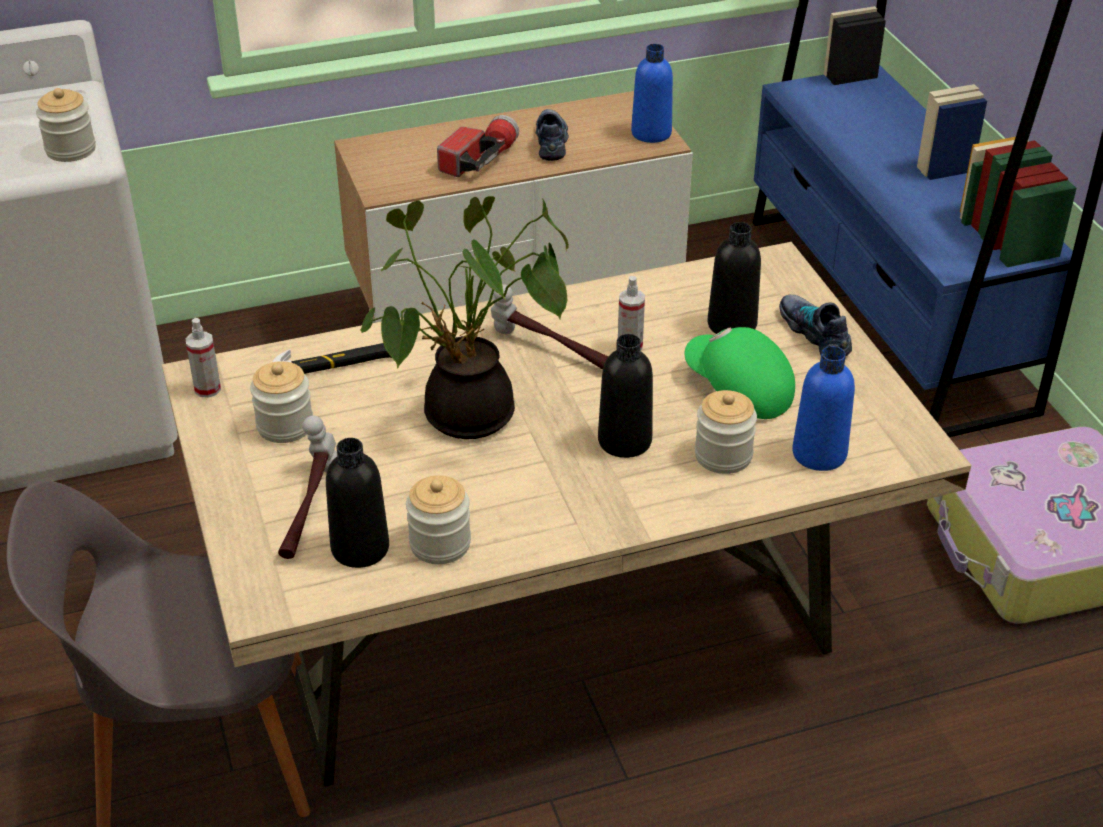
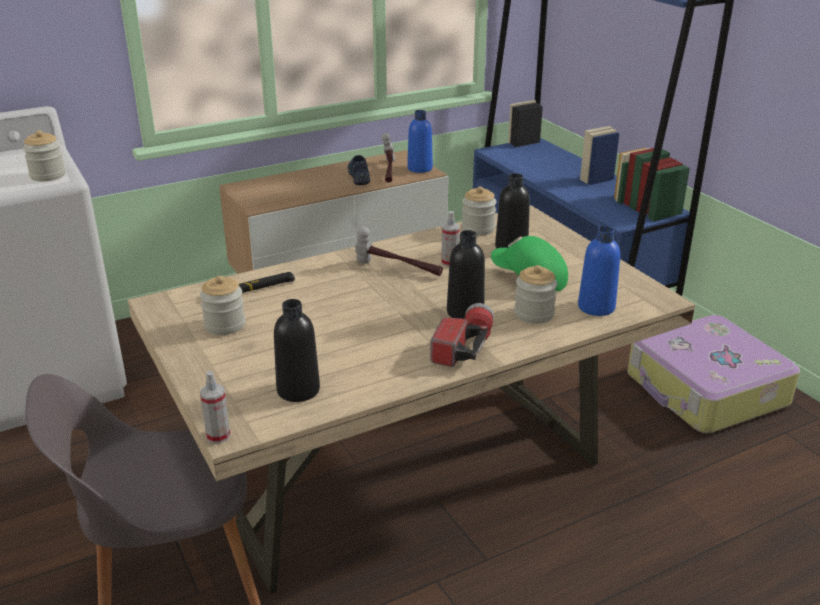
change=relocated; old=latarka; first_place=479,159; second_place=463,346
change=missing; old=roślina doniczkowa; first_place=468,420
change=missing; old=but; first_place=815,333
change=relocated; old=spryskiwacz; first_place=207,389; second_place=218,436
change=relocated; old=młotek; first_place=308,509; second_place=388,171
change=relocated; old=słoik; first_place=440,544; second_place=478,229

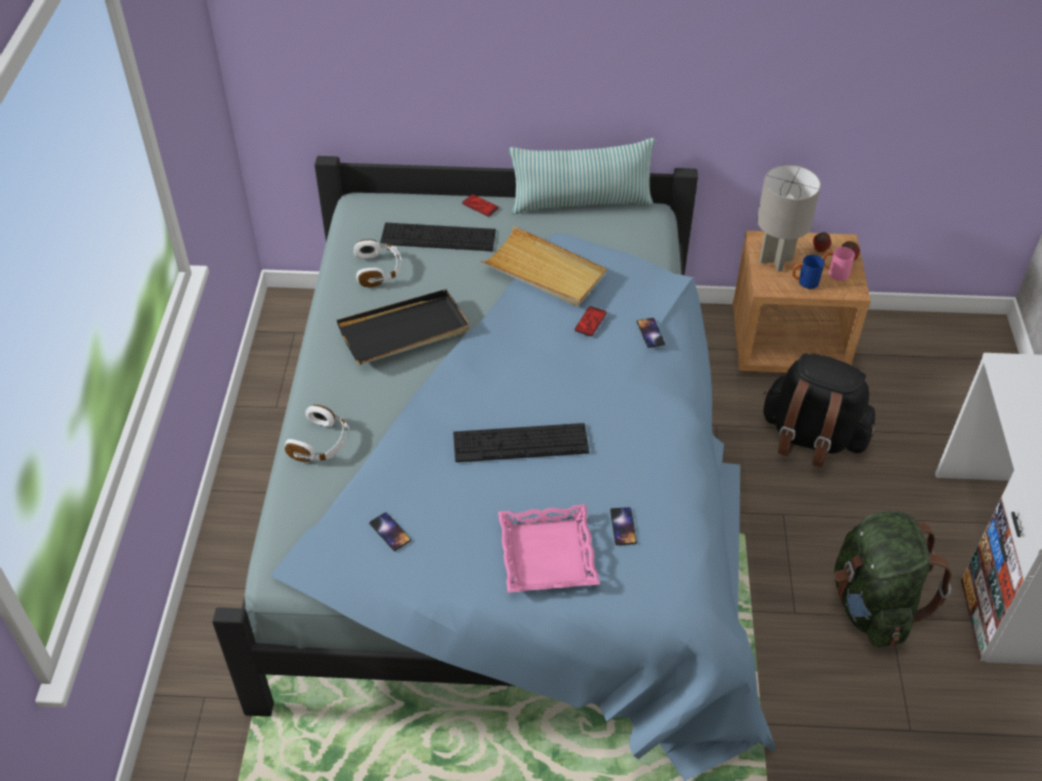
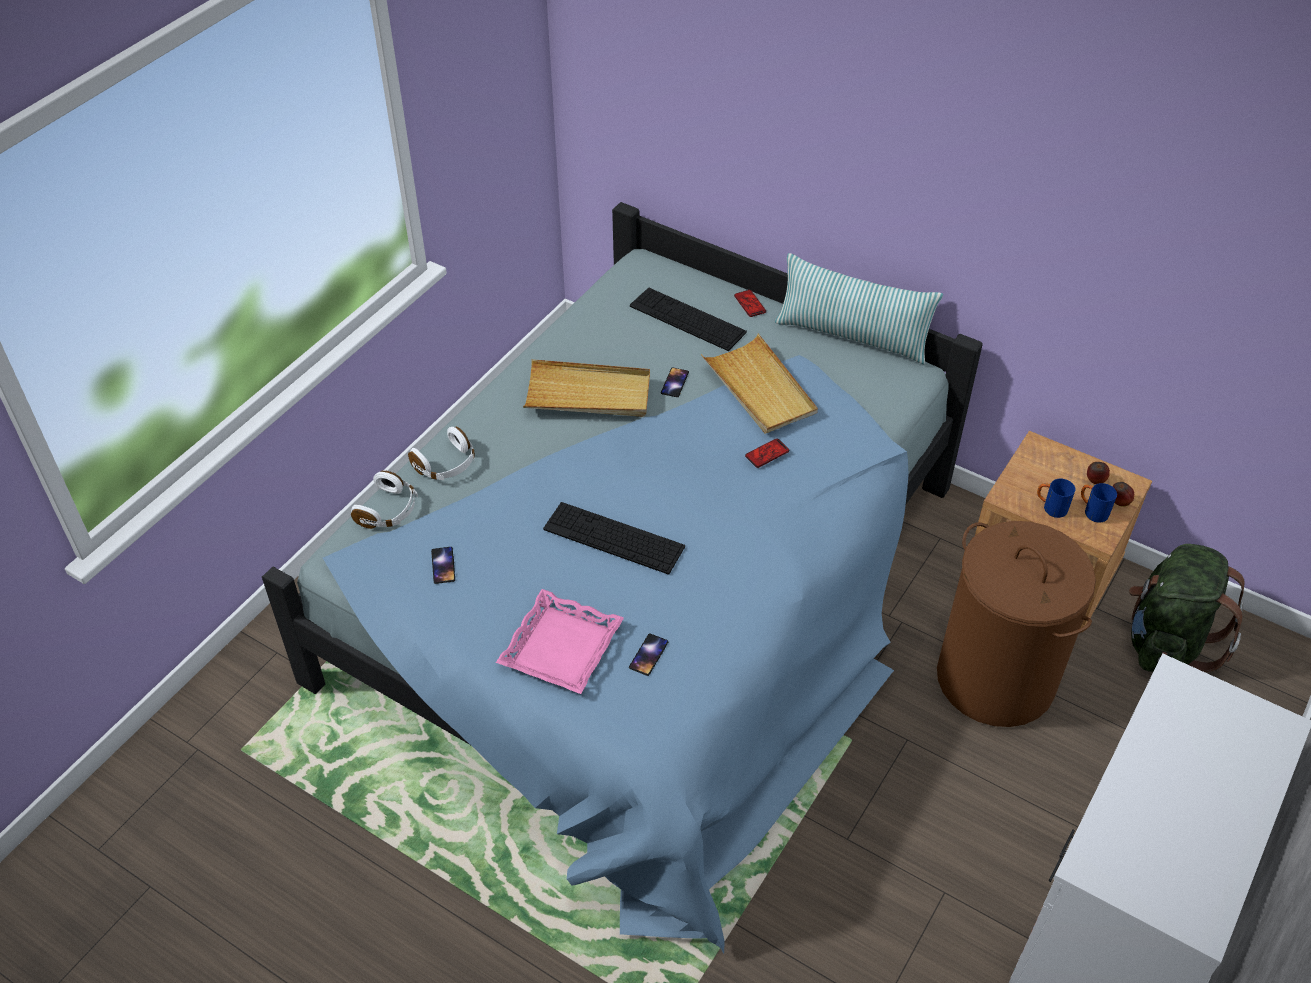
change=missing; old=lampa stołowa [szary]; first_place=775,260
change=relocated; old=słuchawki [biały]; first_place=379,270; second_place=389,510
change=colour; old=kubek [różowy]; new=kubek [niebieski]; first_place=834,273; second_place=1092,511
change=colour; old=taca [czarny]; new=taca [beżowy]; first_place=404,331; second_place=588,393
change=relocated; old=telefon; first_place=650,333; second_place=674,383
change=exchanged; old=plecak [czarny]; new=kosz na pranie [brązowy]; first_place=811,438; second_place=994,678
change=relocated; old=plecak [zielony]; first_place=872,605; second_place=1166,642

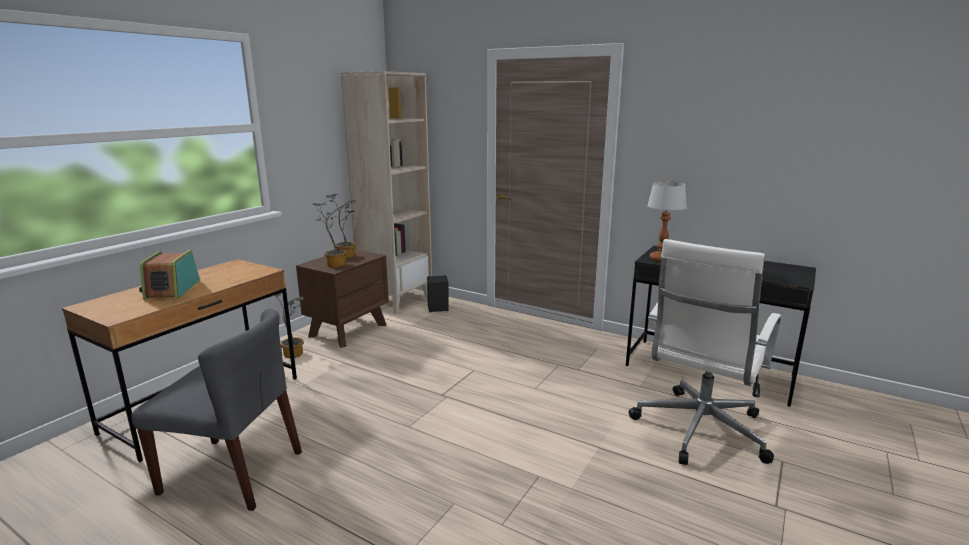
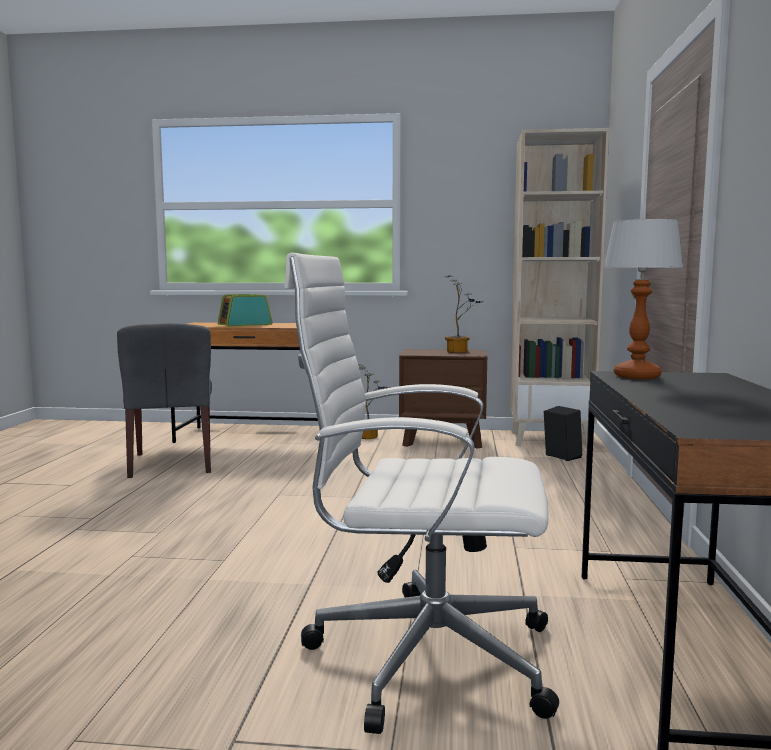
change=missing; old=roślina doniczkowa; first_place=335,264

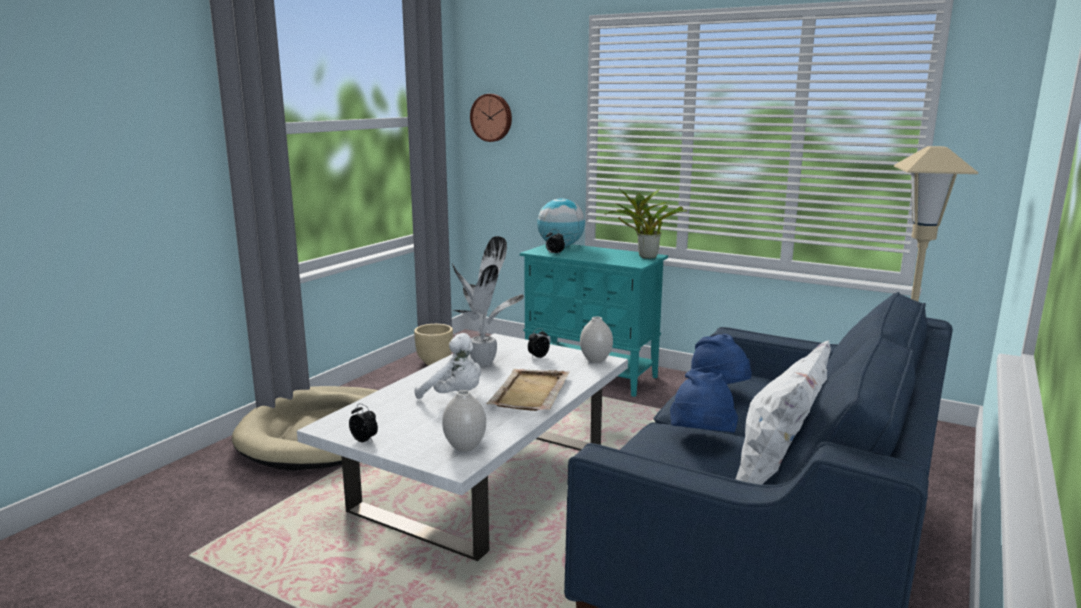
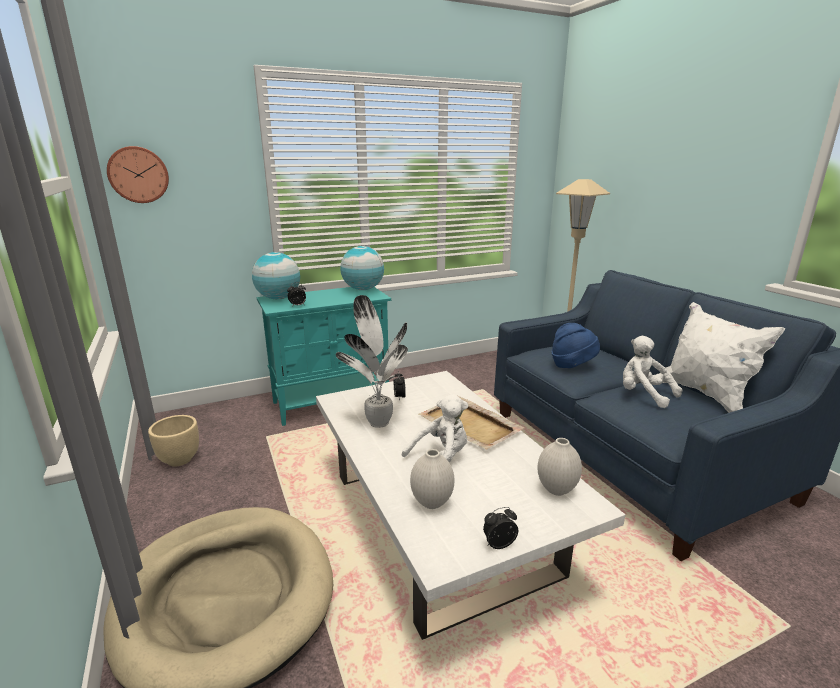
change=exchanged; old=roślina doniczkowa; new=globus; first_place=645,256; second_place=363,289
change=relocated; old=wazon [biały]; first_place=596,360; second_place=431,502
change=exchanged; old=kapelusz [niebieski]; new=pluszak [biały]; first_place=701,440; second_place=643,395

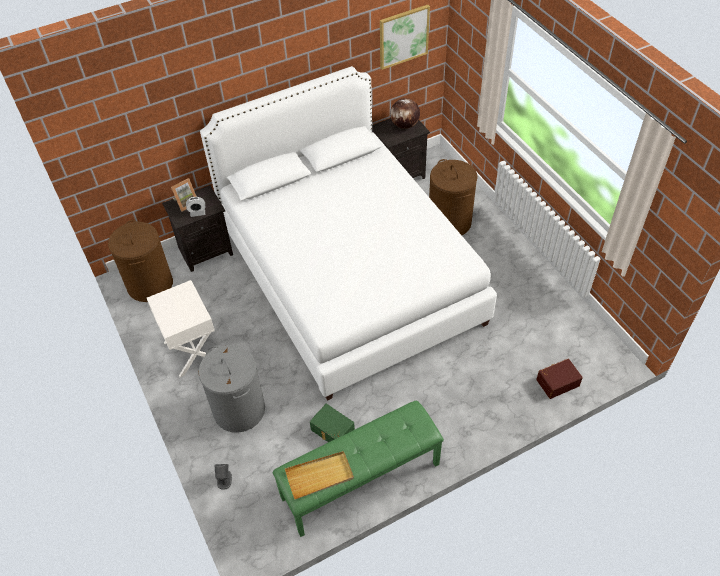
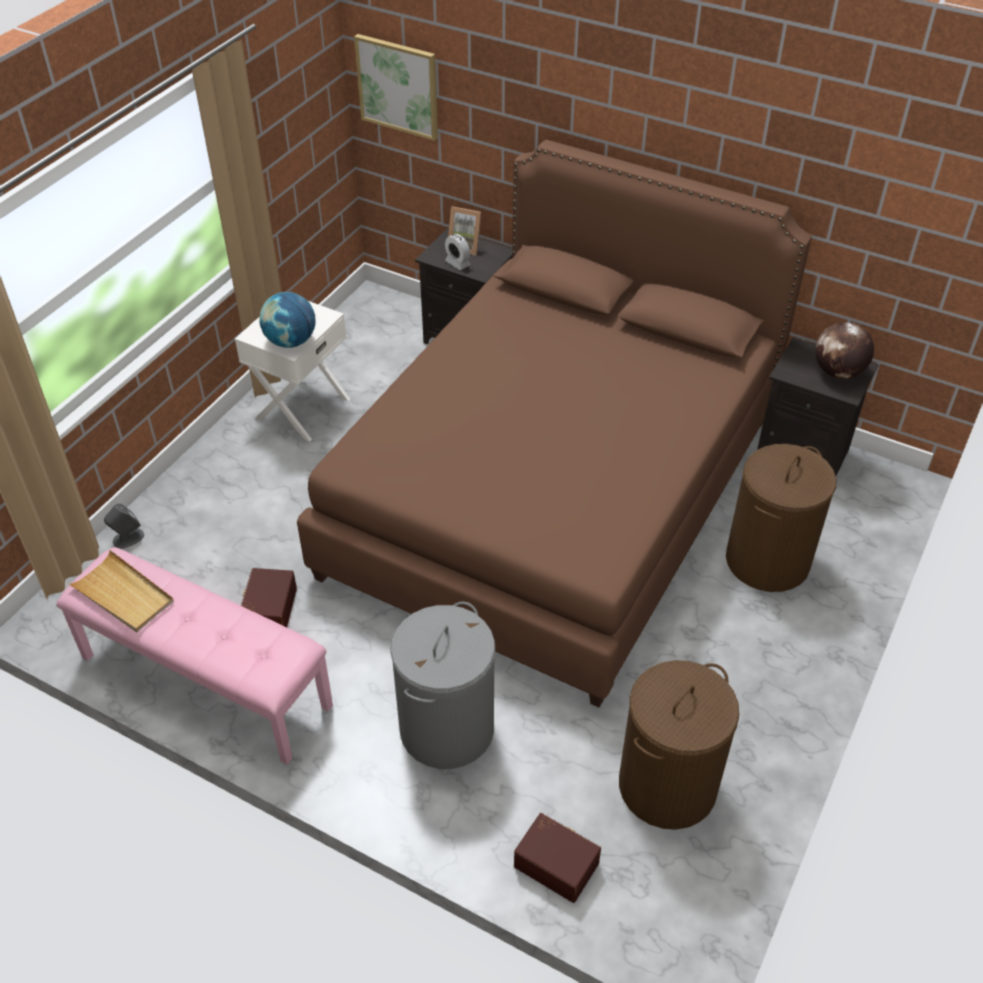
change=relocated; old=obraz; first_place=403,36; second_place=398,86
change=colour; old=łóżko [biały]; new=łóżko [brązowy]; first_place=349,275; second_place=553,495
change=relocated; old=kosz na pranie [brązowy]; first_place=150,284; second_place=667,785
change=relocated; old=kosz na pranie [szary]; first_place=239,410; second_place=446,728
change=colour; old=ławka [zielony]; new=ławka [różowy]; first_place=360,481; second_place=204,682
change=colour; old=pojemnik do przechowywania [zielony]; new=pojemnik do przechowywania [brązowy]; first_place=332,431; second_place=268,609
change=appeared; new=globus; second_place=291,341

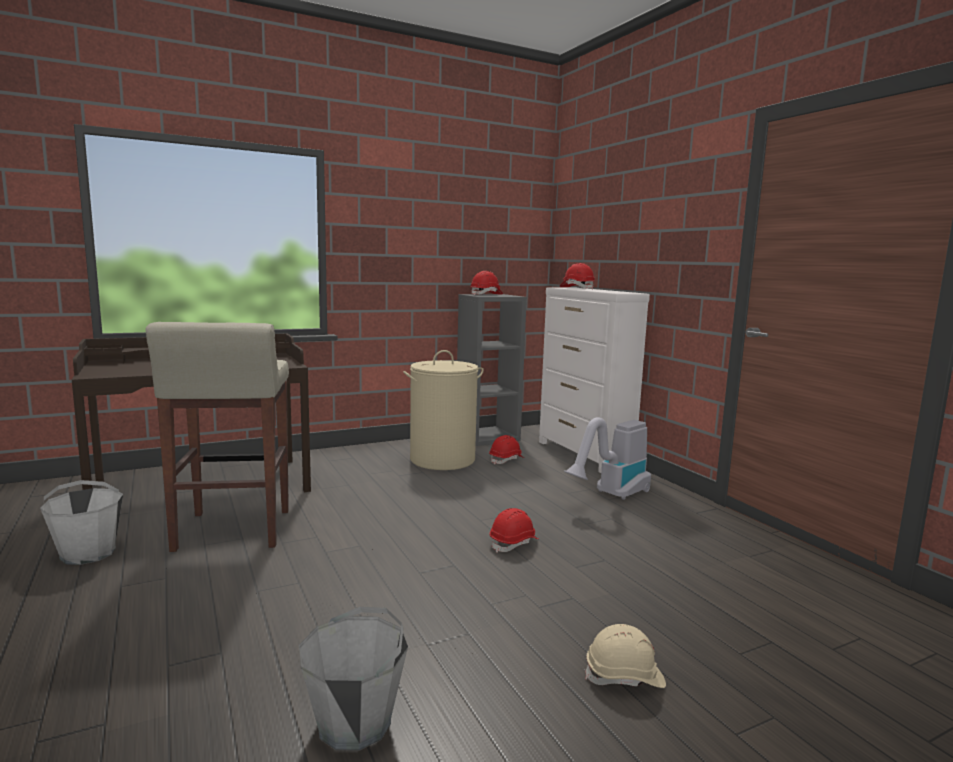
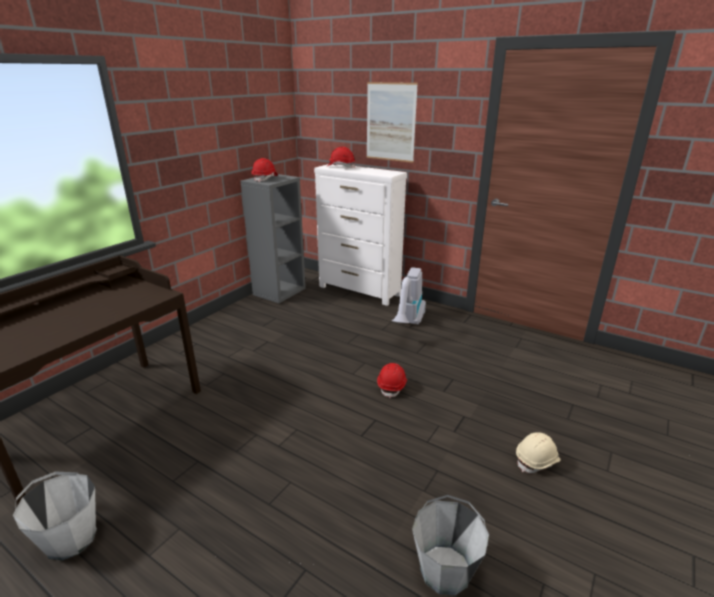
change=missing; old=stołek [beżowy]; first_place=232,531
change=missing; old=kosz na pranie [beżowy]; first_place=442,459
change=missing; old=kask [czerwony]; first_place=506,460
change=appeared; new=obraz; second_place=390,122

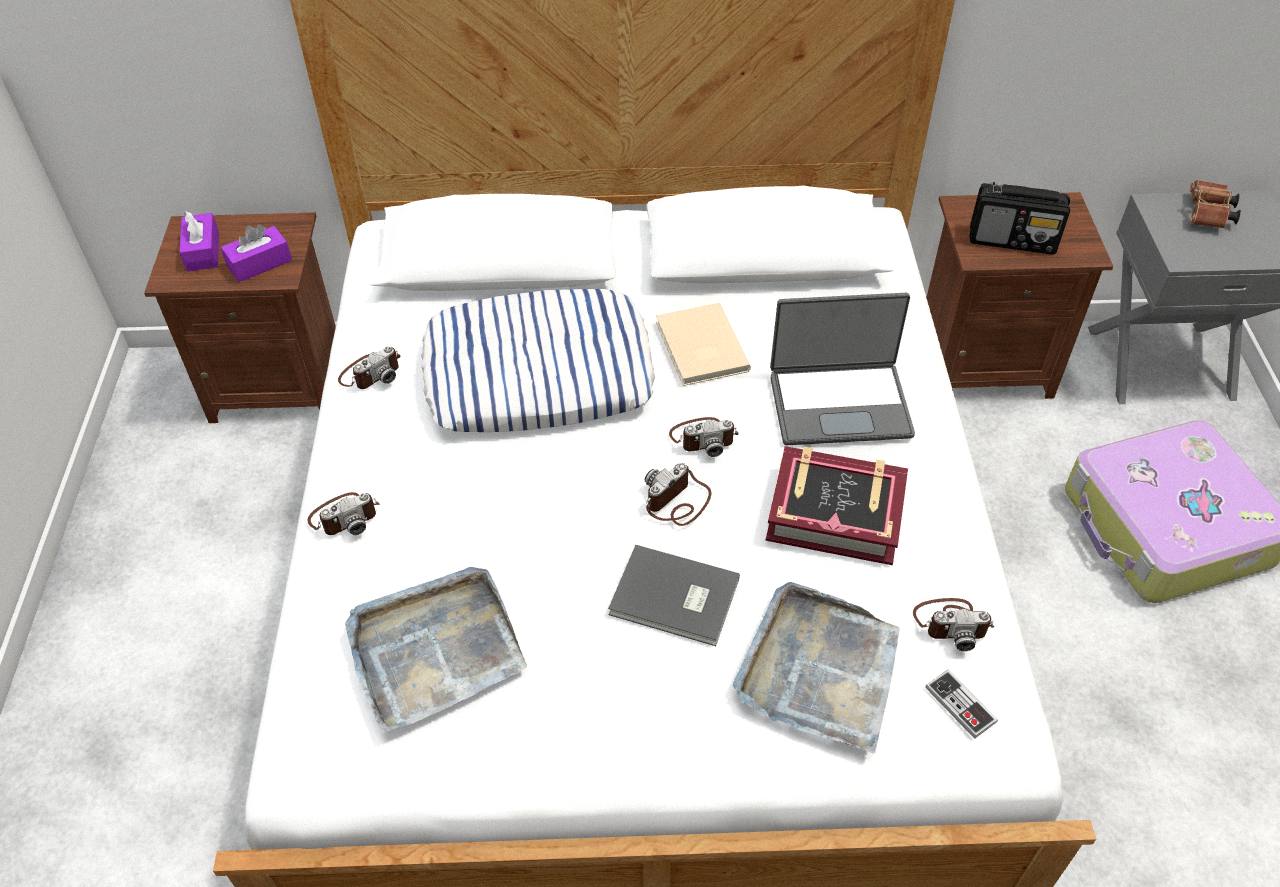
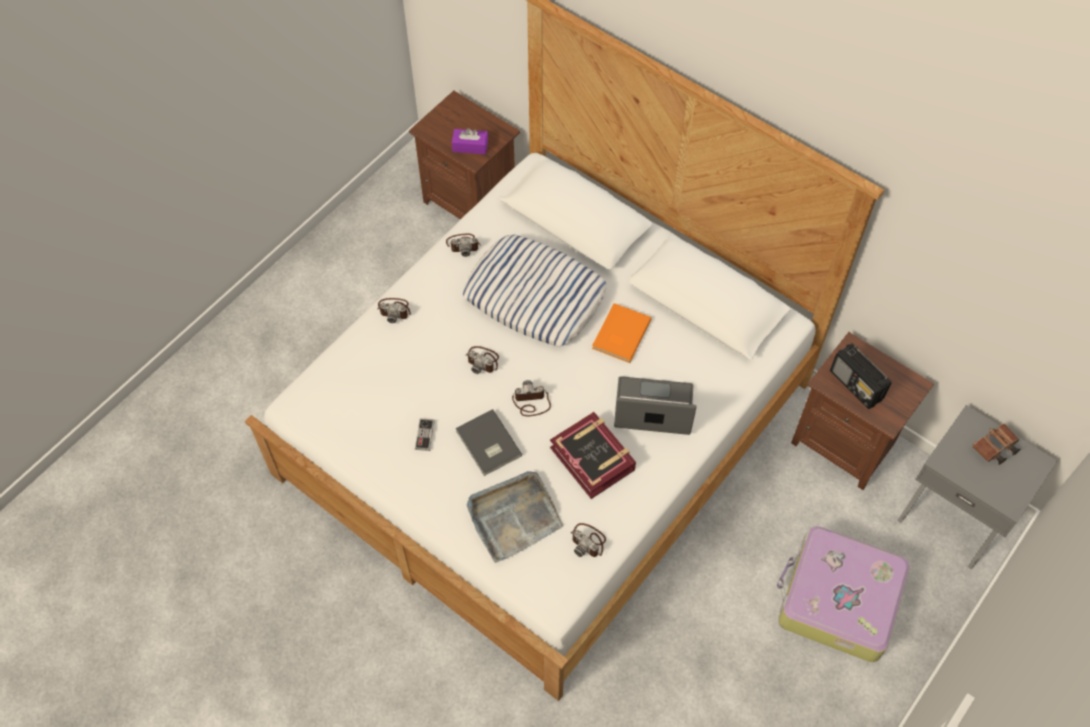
change=missing; old=pudełko chusteczek [fioletowy]; first_place=203,251
change=spun; old=laptop; first_place=839,403; second_place=653,409; degrees=150
change=colour; old=książka [beżowy]; new=książka [pomarańczowy]; first_place=699,348; second_place=619,334
change=relocated; old=aparat fotograficzny; first_place=703,437; second_place=483,360
change=missing; old=taca [szary]; first_place=434,649
change=relocated; old=pad do gier; first_place=960,705; second_place=424,435

